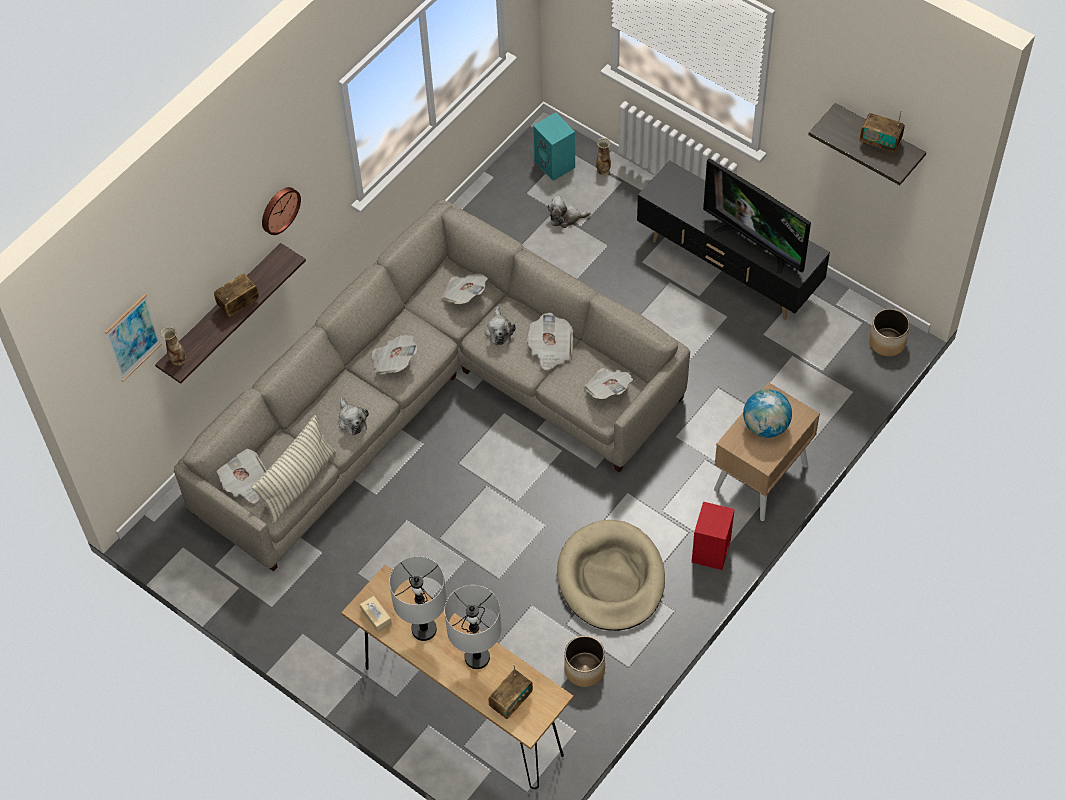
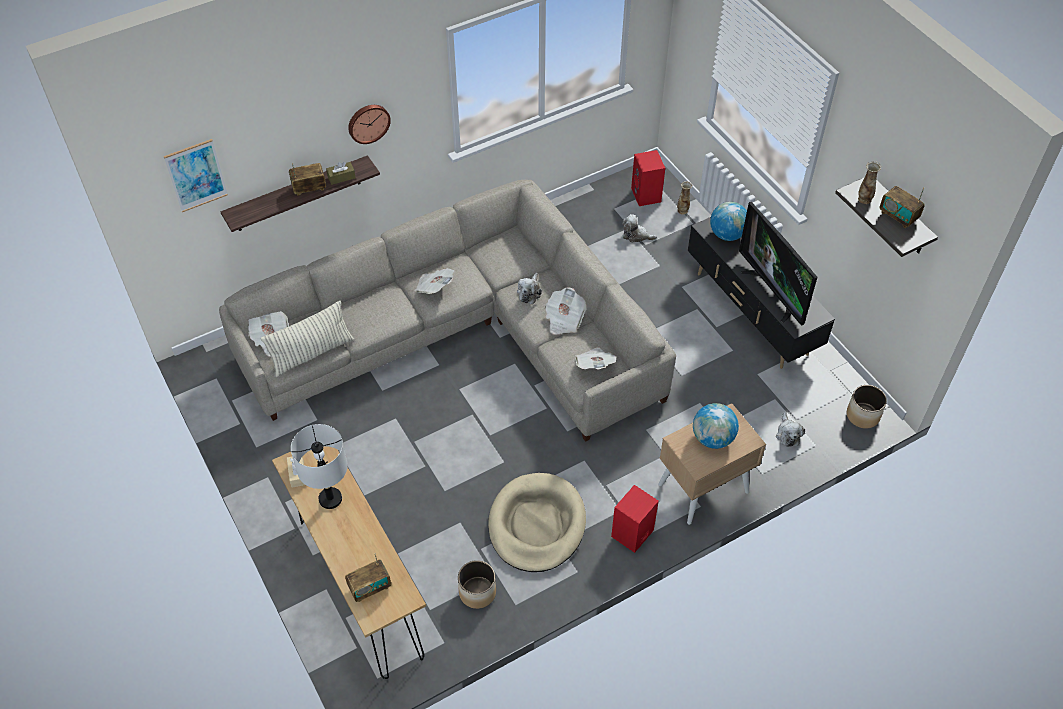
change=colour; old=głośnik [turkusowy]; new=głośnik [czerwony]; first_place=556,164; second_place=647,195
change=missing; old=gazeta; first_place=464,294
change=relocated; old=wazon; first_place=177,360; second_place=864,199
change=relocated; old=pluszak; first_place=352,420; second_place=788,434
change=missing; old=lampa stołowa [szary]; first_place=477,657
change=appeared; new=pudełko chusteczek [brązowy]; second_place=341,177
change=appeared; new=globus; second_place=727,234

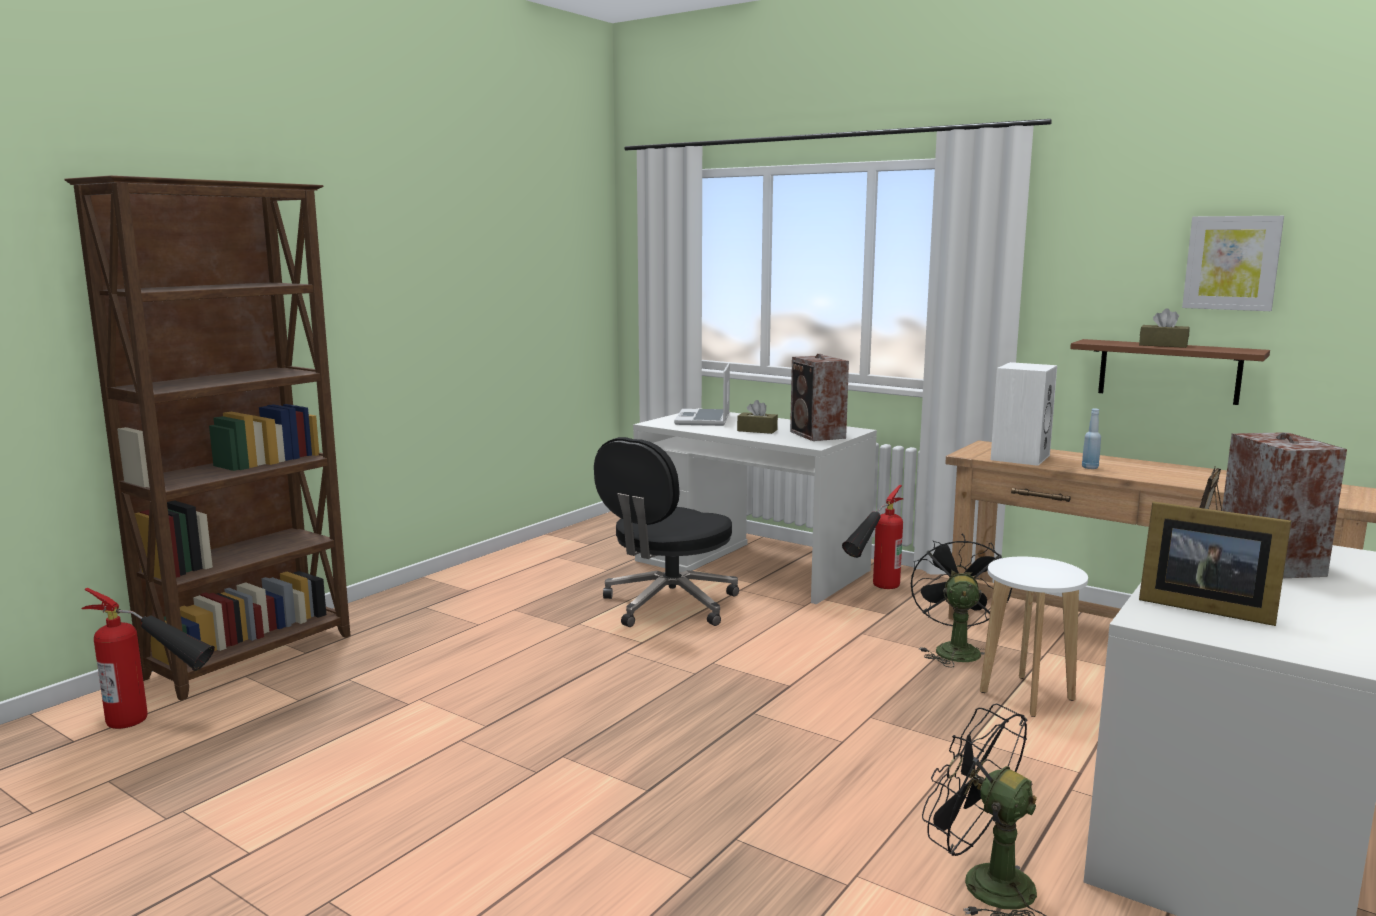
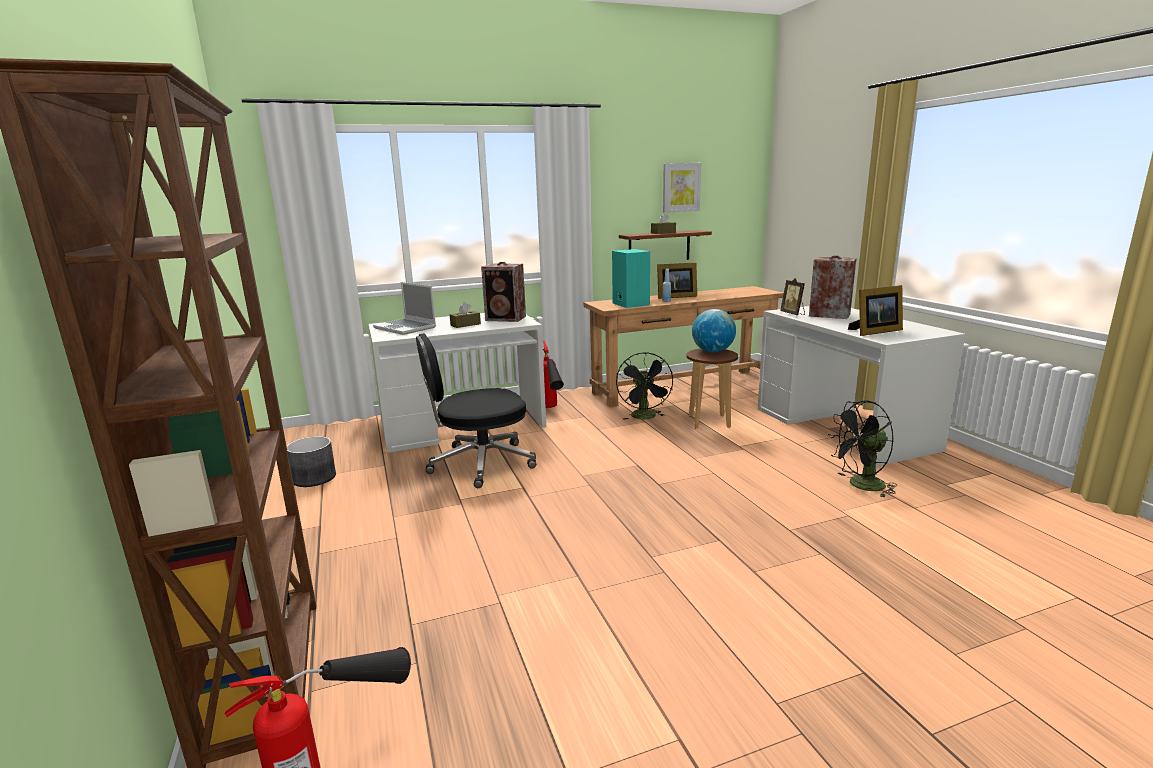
change=colour; old=głośnik [biały]; new=głośnik [turkusowy]; first_place=1019,457; second_place=629,304
change=spun; old=krzesło biurowe [czarny]; first_place=668,605; second_place=480,463; degrees=90
change=spun; old=wentylator [czarny]; first_place=954,649; second_place=645,417; degrees=-135
change=colour; old=stołek [biały]; new=stołek [brązowy]; first_place=1026,696; second_place=709,421
change=appeared; new=ramka na zdjęcie; second_place=674,296
change=appeared; new=globus; second_place=712,351
change=appeared; new=donica [szary]; second_place=313,478

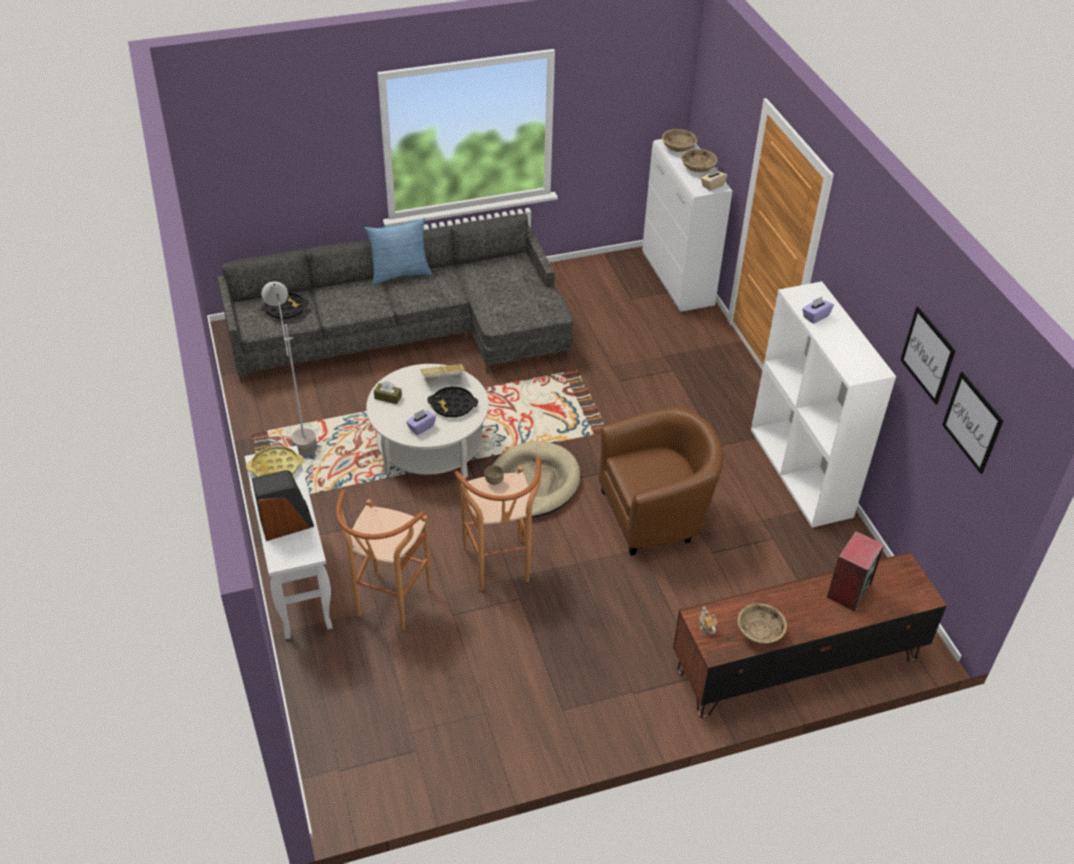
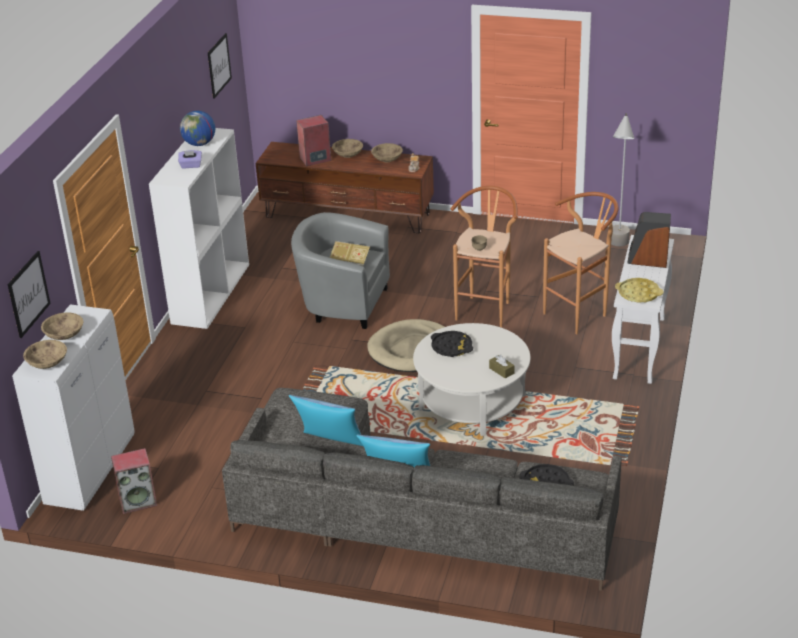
change=missing; old=pudełko chusteczek [beżowy]; first_place=712,185
change=relocated; old=lampa stojąca [szary]; first_place=300,435; second_place=618,250
change=relocated; old=obraz; first_place=927,355; second_place=28,294
change=relocated; old=książka; first_place=443,380; second_place=350,261
change=colour; old=fotel [brązowy]; new=fotel [szary]; first_place=656,514; second_place=342,303
change=missing; old=pudełko chusteczek [fioletowy]; first_place=421,427
change=appeared; new=globus; second_place=199,144
change=appeared; new=miska [beżowy]; second_place=348,154
change=appeared; new=poduszka; second_place=330,447
change=appeared; new=głośnik; second_place=138,501

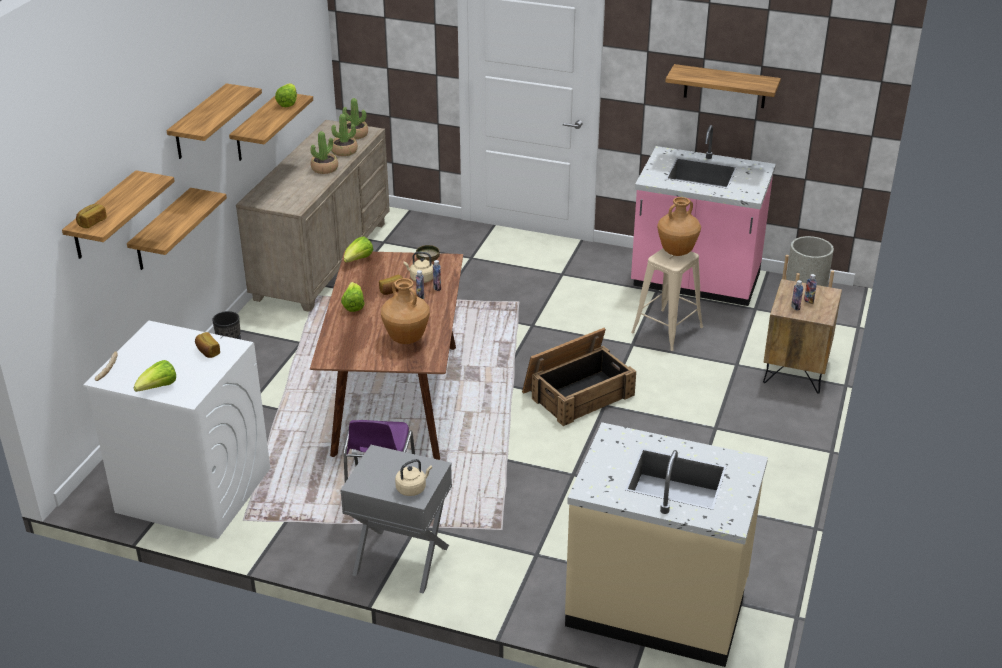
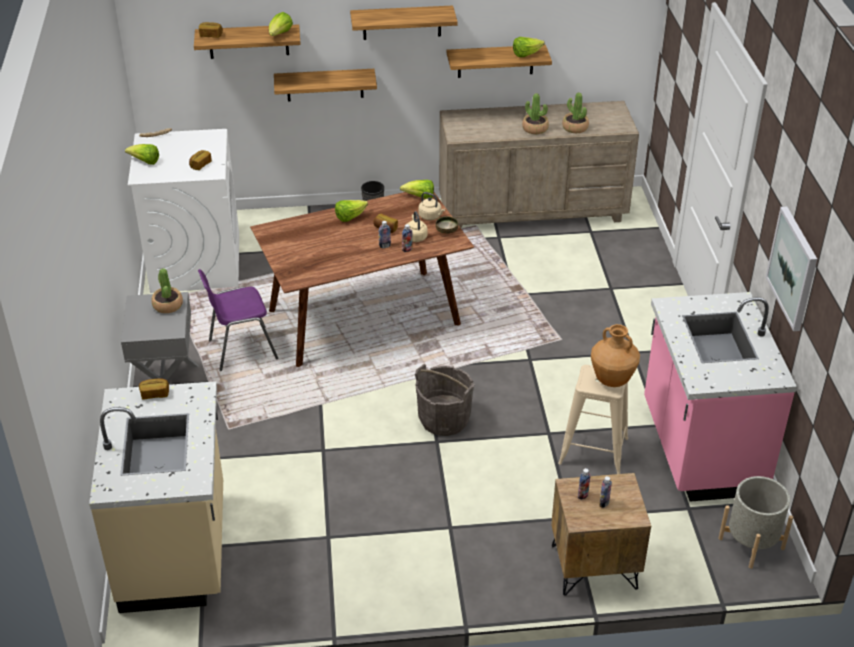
change=exchanged; old=półka; new=obraz; first_place=725,86; second_place=793,268
change=relocated; old=roślina doniczkowa; first_place=355,134; second_place=167,305
change=missing; old=wazon [brązowy]; first_place=406,339
change=exchanged; old=skrzynka; new=wiadro [szary]; first_place=578,393; second_place=444,419
change=relocated; old=czajnik [beżowy]; first_place=412,488; second_place=431,216
change=appeared; new=sałata; second_place=280,35
change=appeared; new=chleb; second_place=155,394

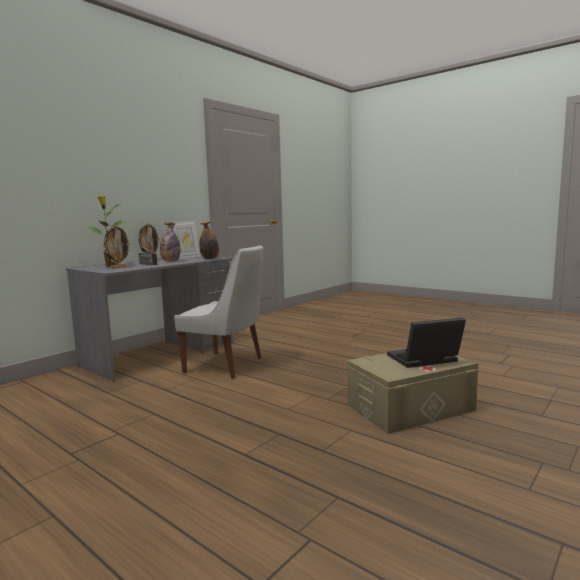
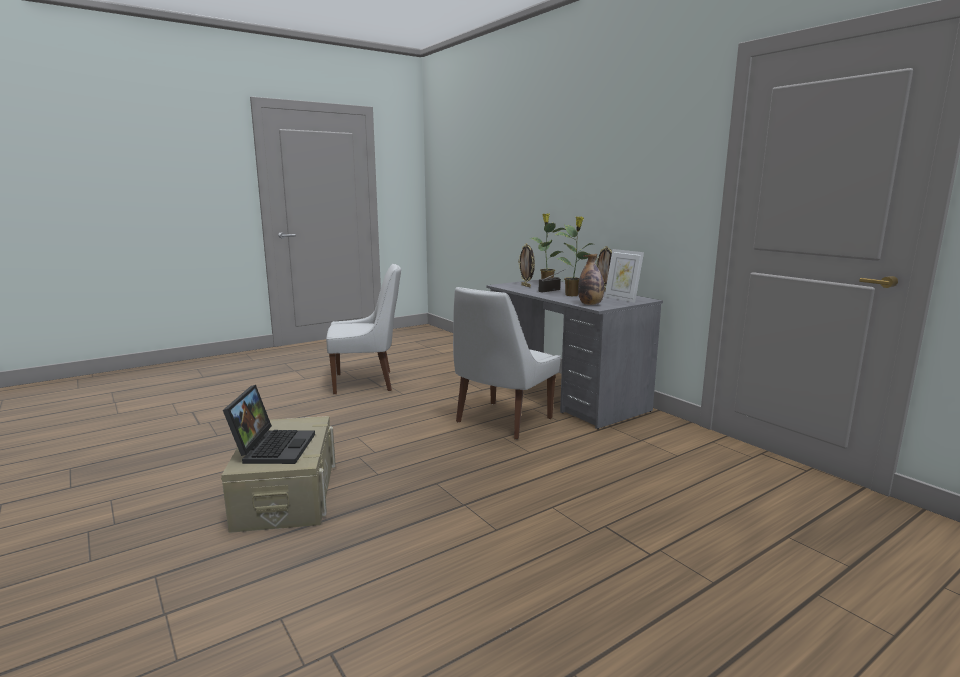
change=exchanged; old=butelka; new=roślina doniczkowa; first_place=170,261; second_place=572,295
change=appeared; new=krzesło [biały]; second_place=366,382

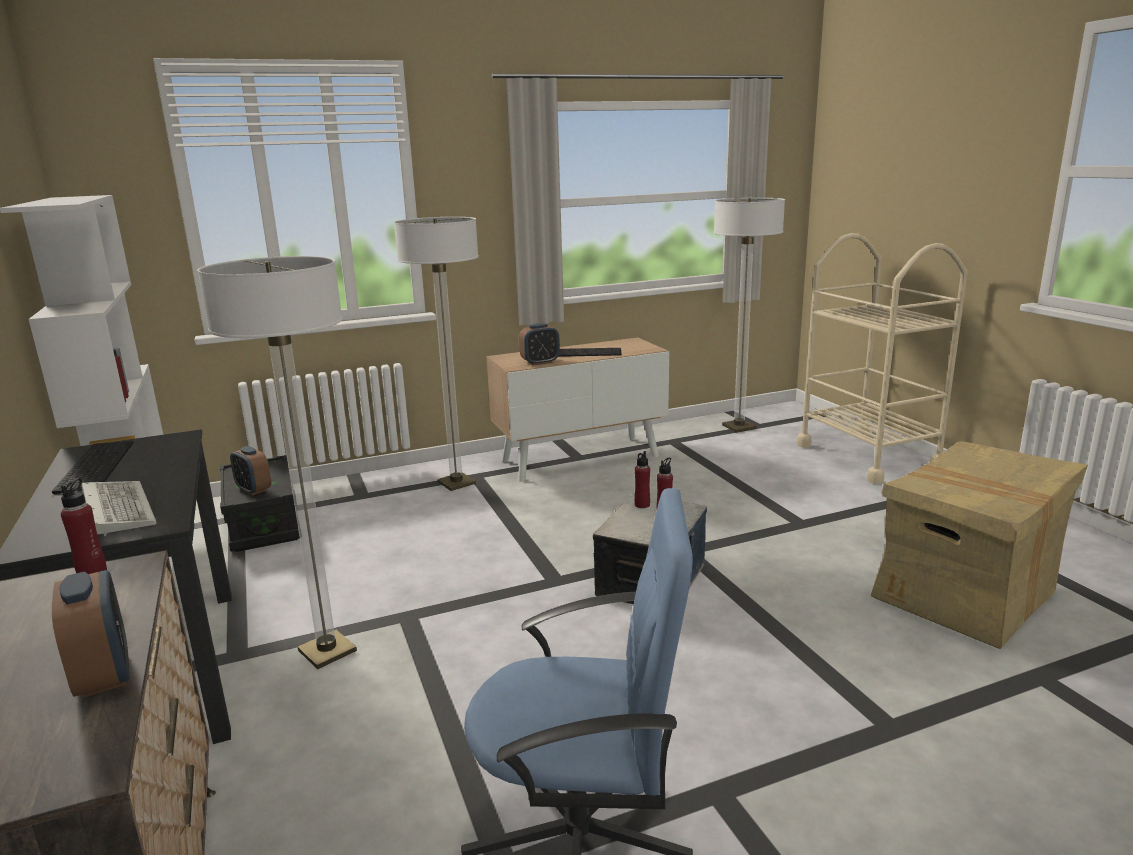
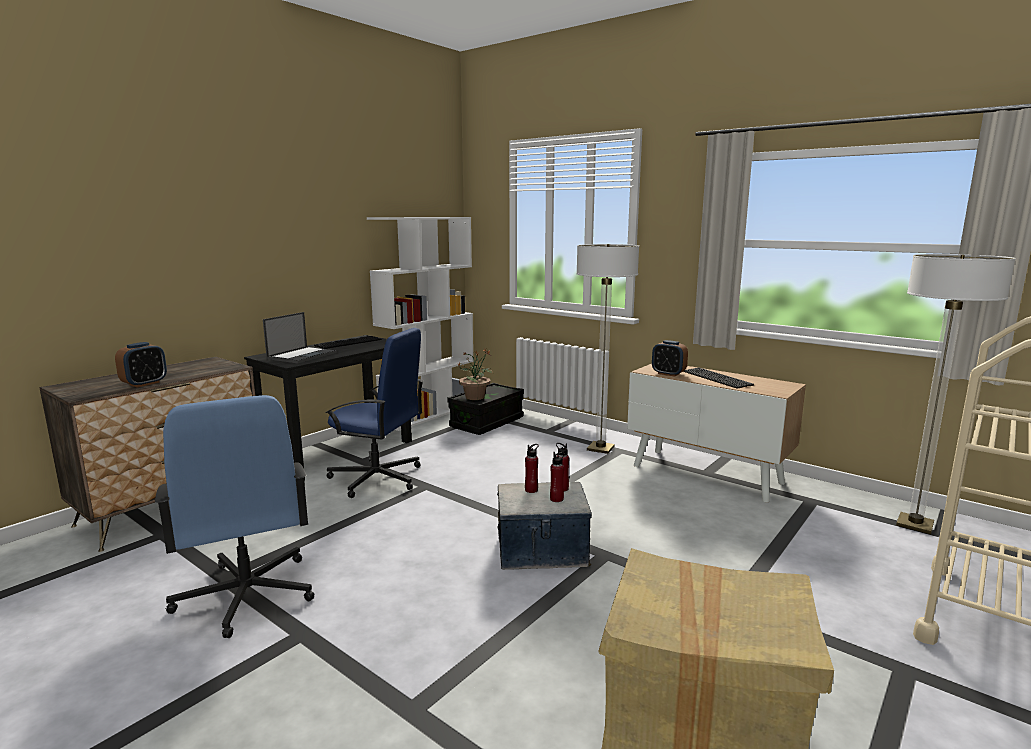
change=exchanged; old=lampa stojąca; new=krzesło biurowe [niebieski]; first_place=327,651; second_place=377,478
change=exchanged; old=budzik; new=roślina doniczkowa; first_place=253,490; second_place=475,397
change=relocated; old=butelka [czerwony]; first_place=92,572; second_place=531,490
change=exchanged; old=klawiatura; new=laptop; first_place=116,509; second_place=302,355

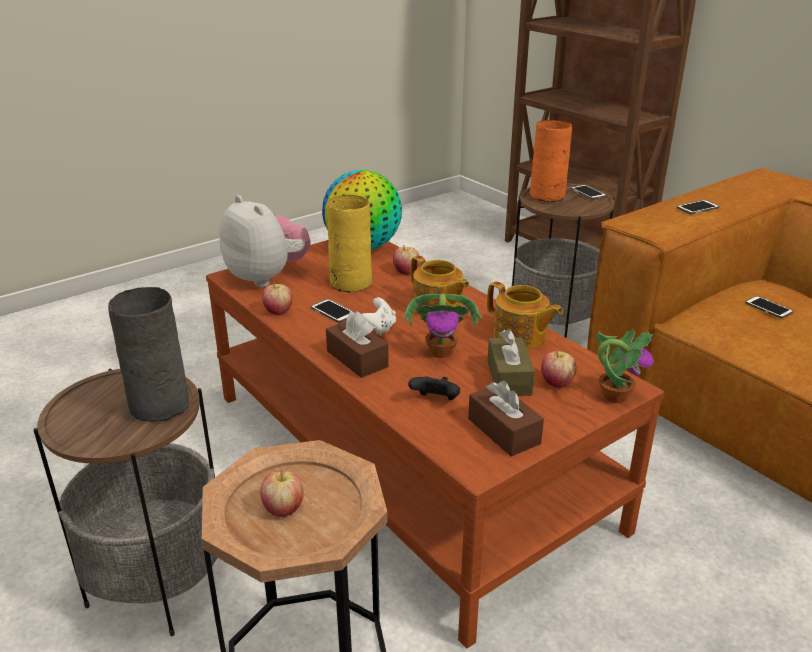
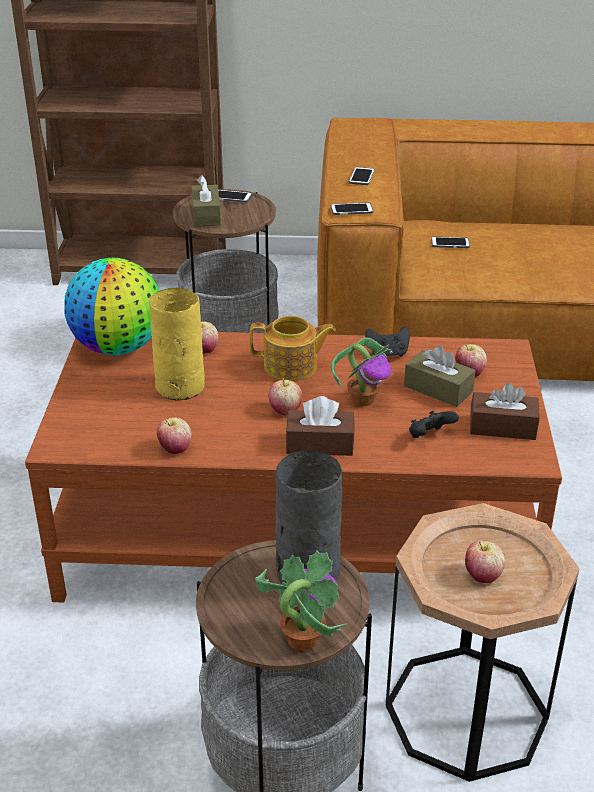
change=exchanged; old=wazon [pomarańczowy]; new=pudełko chusteczek [brązowy]; first_place=547,196; second_place=206,215
change=missing; old=pluszak; first_place=267,277
change=exchanged; old=imbryk; new=pad do gier [czarny]; first_place=520,336; second_place=388,354
change=exchanged; old=pad do gier [biały]; new=jabłko; first_place=379,328; second_place=285,410
change=relocated; old=telefon; first_place=333,312; second_place=351,210
change=relocated; old=roślina doniczkowa; first_place=614,395; second_place=301,638

